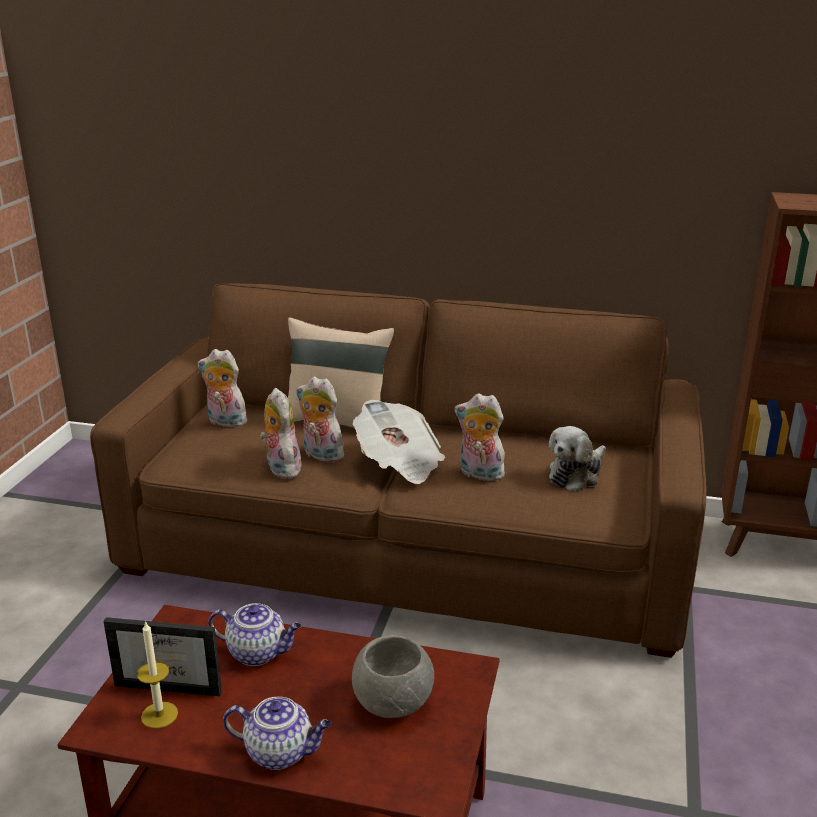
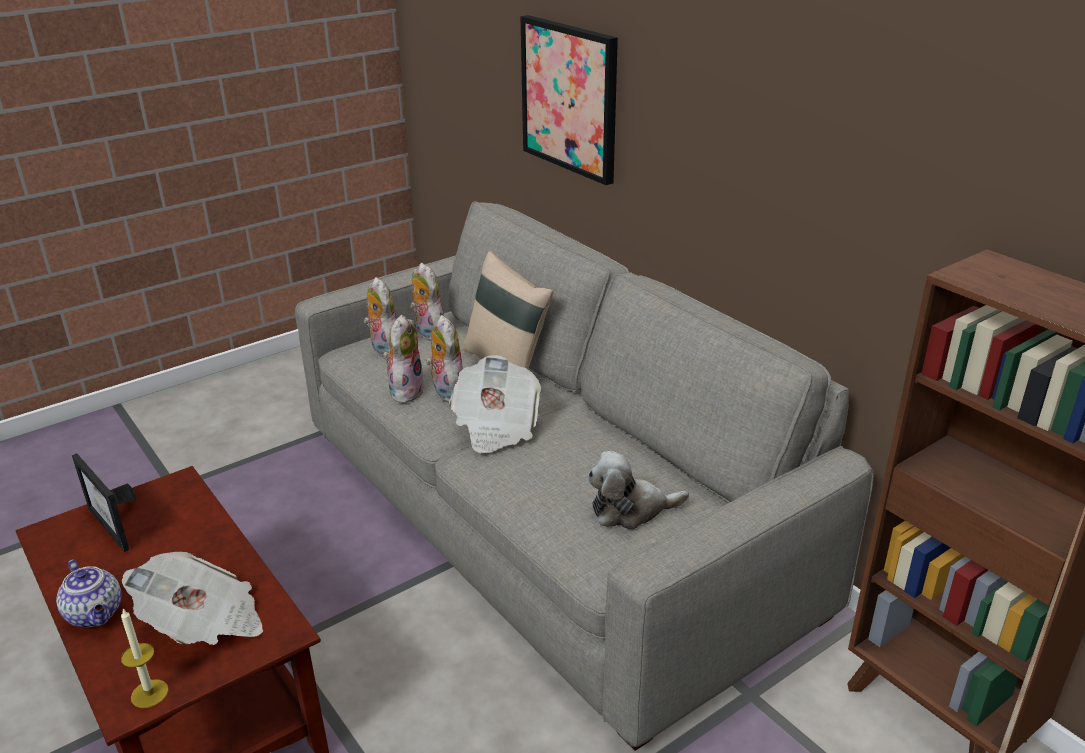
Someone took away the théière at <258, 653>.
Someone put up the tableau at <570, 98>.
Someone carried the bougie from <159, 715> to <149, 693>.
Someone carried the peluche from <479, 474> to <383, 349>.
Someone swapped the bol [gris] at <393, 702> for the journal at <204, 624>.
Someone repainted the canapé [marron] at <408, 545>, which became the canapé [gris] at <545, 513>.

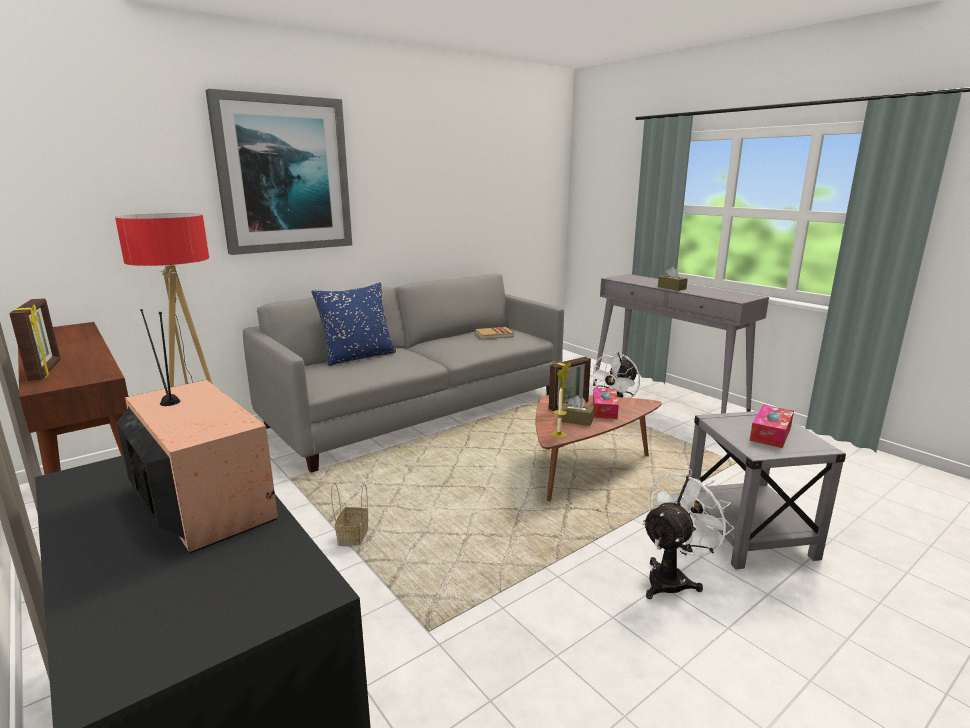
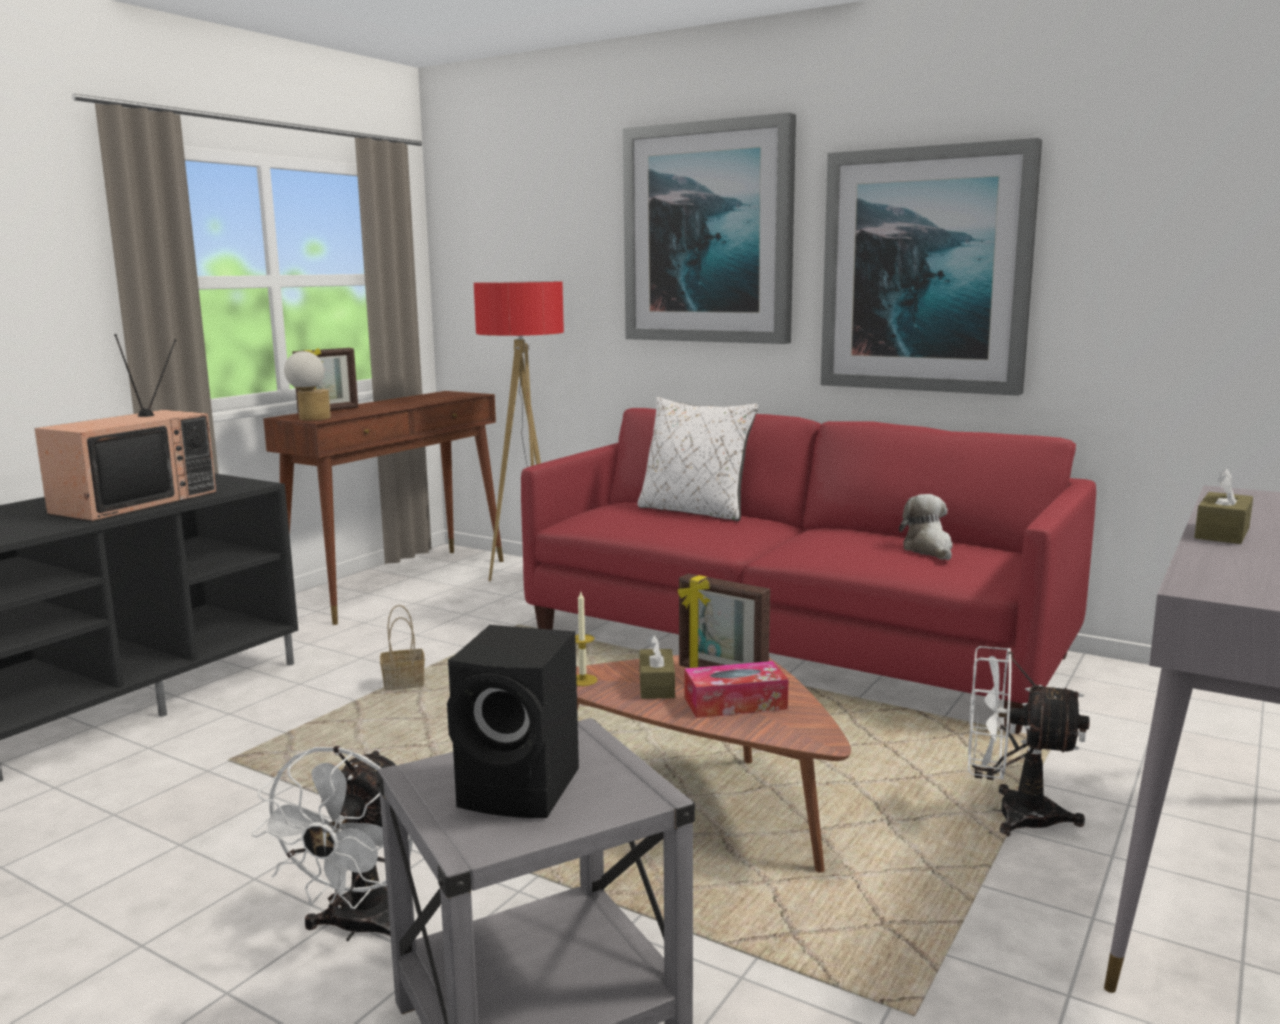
Someone put down the lampe de table at <310, 418>.
Someone put up the tableau at <926, 271>.
Someone swapped the livre at <494, 335> for the peluche at <929, 550>.
Someone swapped the boîte à mouchoirs at <770, 434> for the enceinte [noir] at <523, 790>.
Someone repainted the canapé [gris] at <418, 410>, which became the canapé [rouge] at <792, 643>.
Someone repainted the coussin [bleu] at <358, 357>, which became the coussin [blanc] at <695, 511>.
Someone rotated the ventilateur [blanc] at <672, 578> by 75 degrees clockwise.

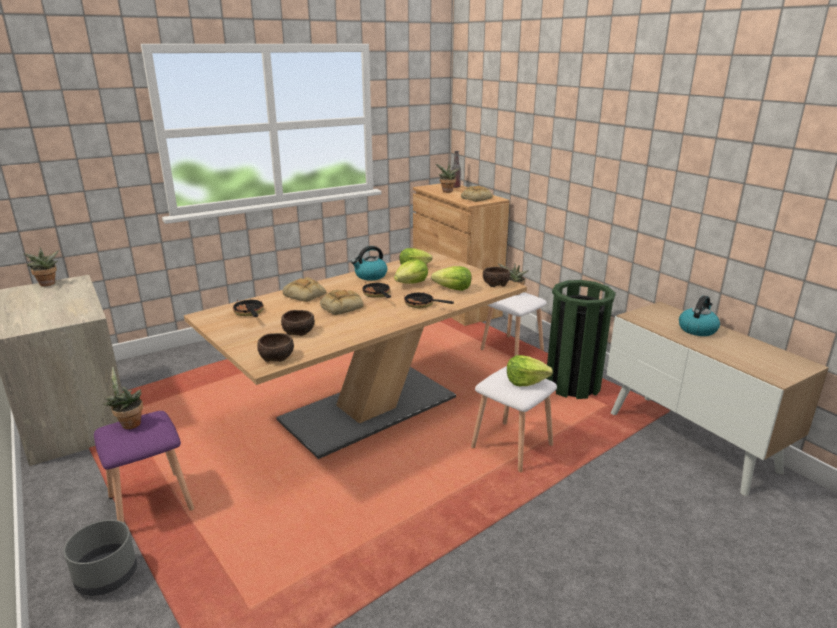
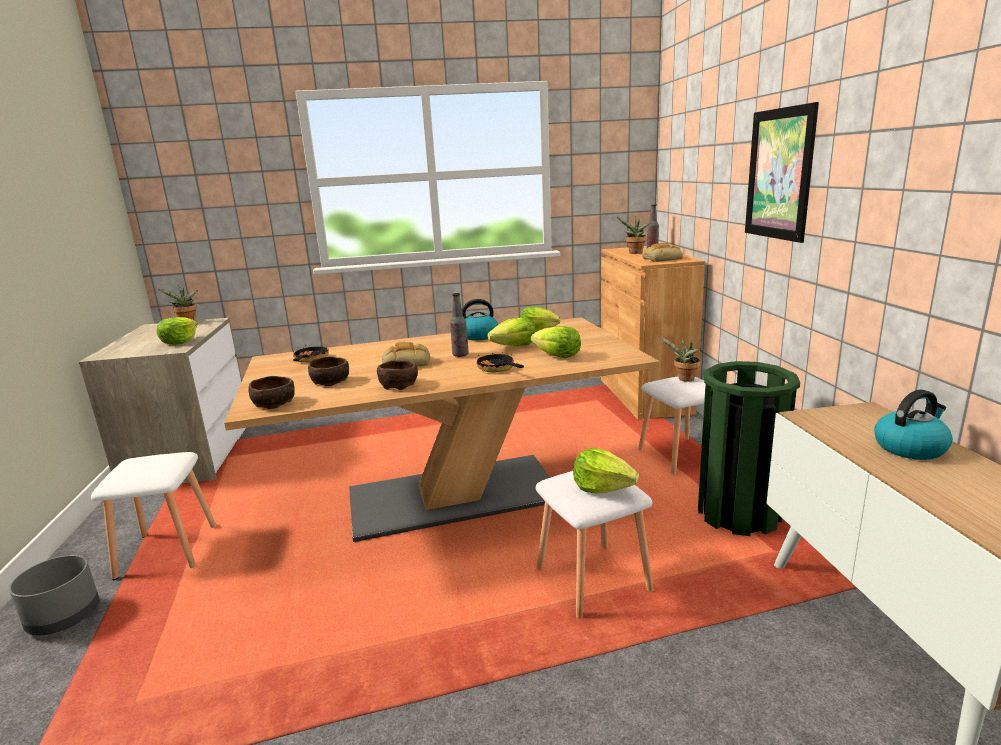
Someone took away the plante en pot at <129, 423>.
Someone took away the pain at <306, 295>.
Someone put down the laitue at <180, 342>.
Someone put up the tableau at <779, 174>.
Someone carried the bol [marron] from <495, 283> to <398, 385>.
Someone swapped the poêle at <377, 295> for the bouteille at <460, 355>.
Someone repainted the tabouret [violet] at <150, 503>, which became the tabouret [blanc] at <167, 550>.

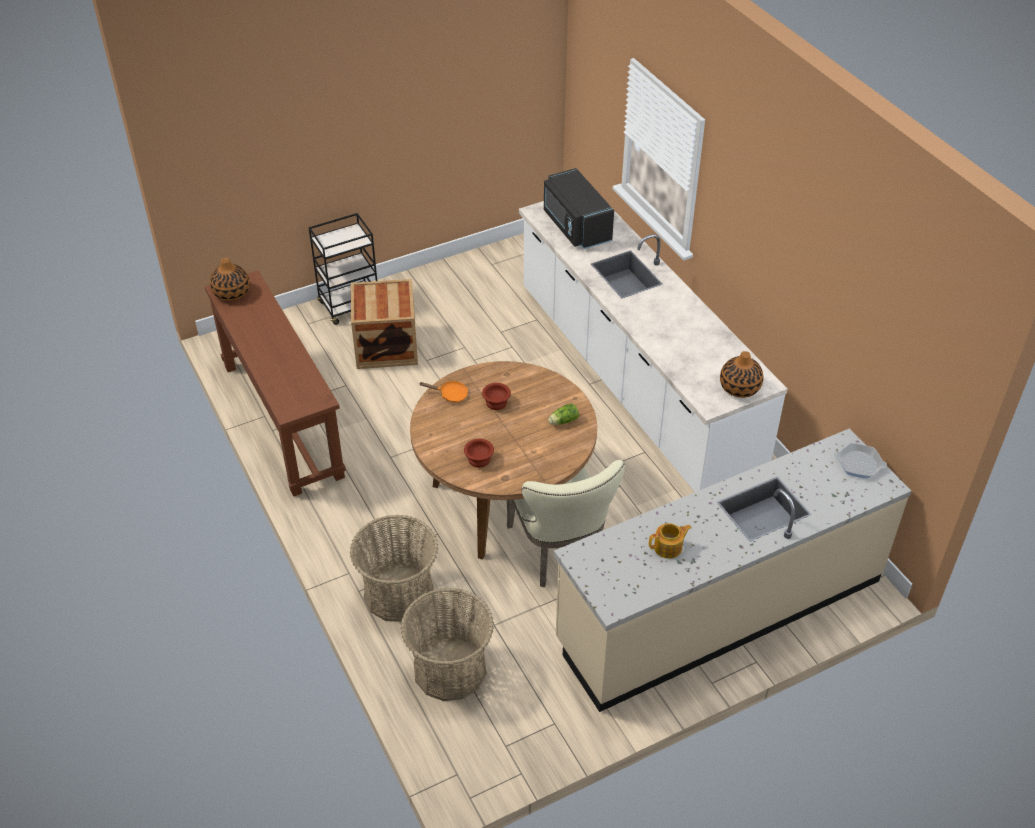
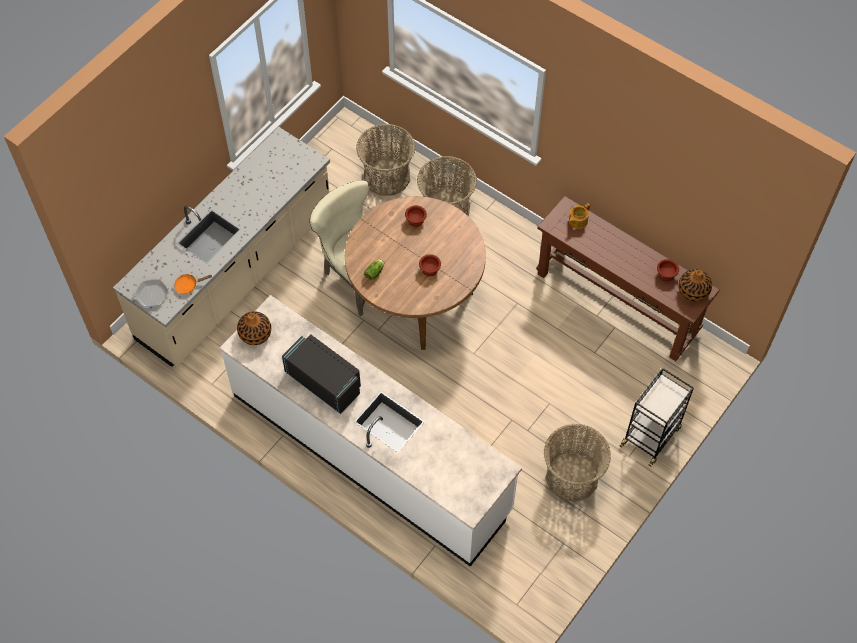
Someone took away the caisse at <386, 346>.
Someone put down the panier at <572, 476>.
Someone put down the bol [marron] at <665, 273>.
Someone carried the poêle [orange] from <450, 394> to <188, 285>.
Someone carried the micro-ondes [noir] from <575, 226> to <325, 381>.
Someone carried the théière from <668, 547> to <577, 221>.

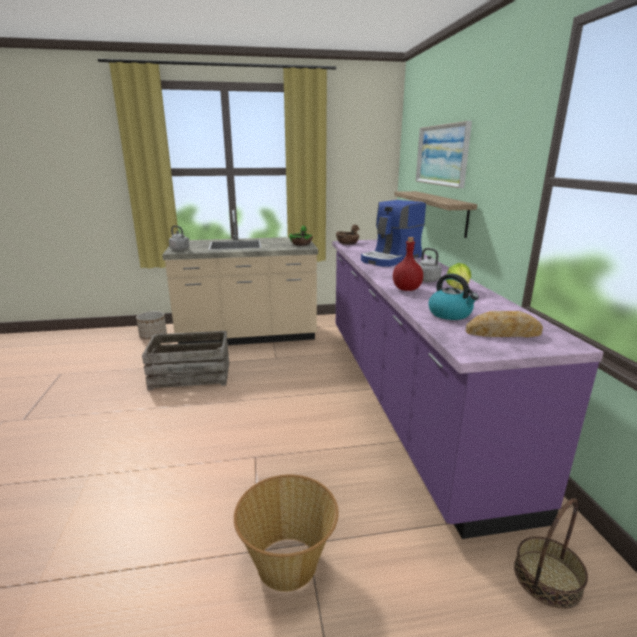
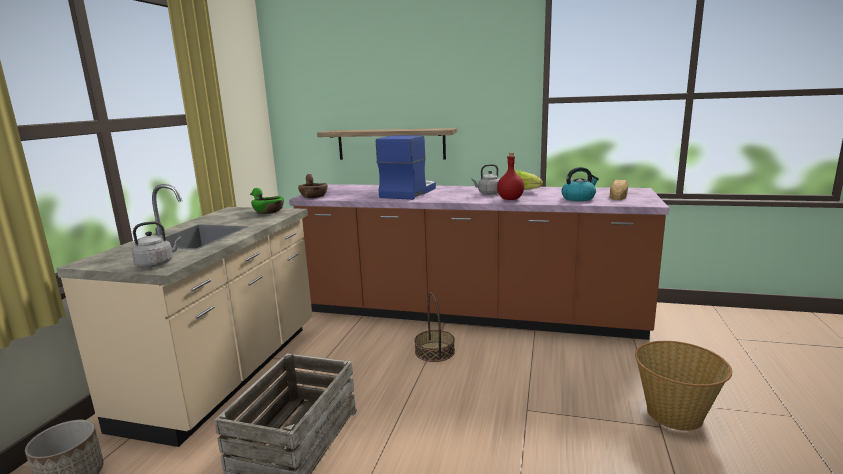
Someone took away the tableau at <442, 155>.
Someone carried the panier from <547, 578> to <435, 351>.
Someone repainted the comptoir de cuisine [violet] at <405, 396>, which became the comptoir de cuisine [marron] at <469, 314>.
Someone rotated the machine à café at <391, 259> by 135 degrees counterclockwise.

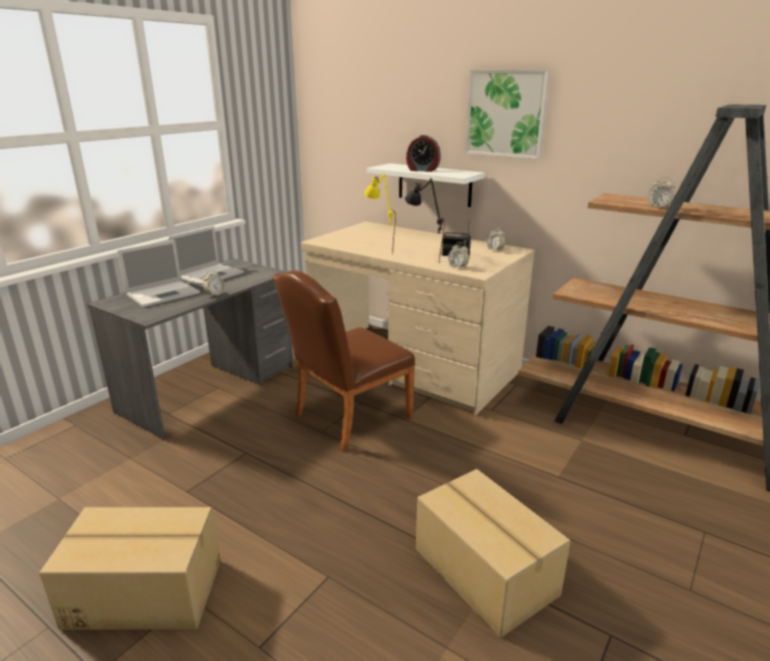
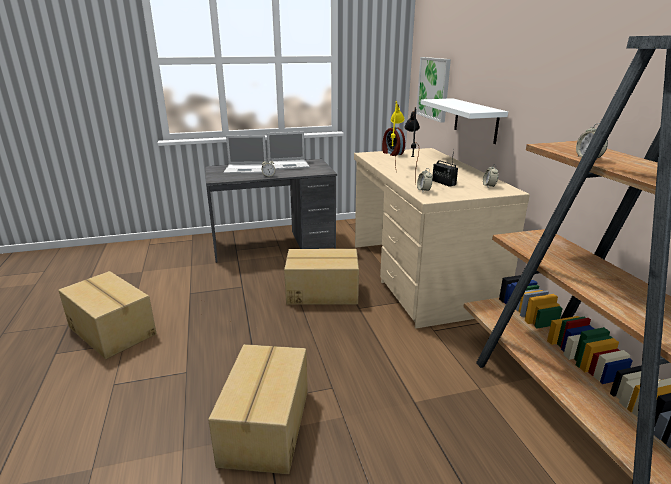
Someone carried the réveil from <422, 170> to <392, 153>.
Someone carried the tableau from <506, 113> to <434, 88>.
Someone swapped the chaise [marron] at <346, 419> for the carton at <322, 292>.

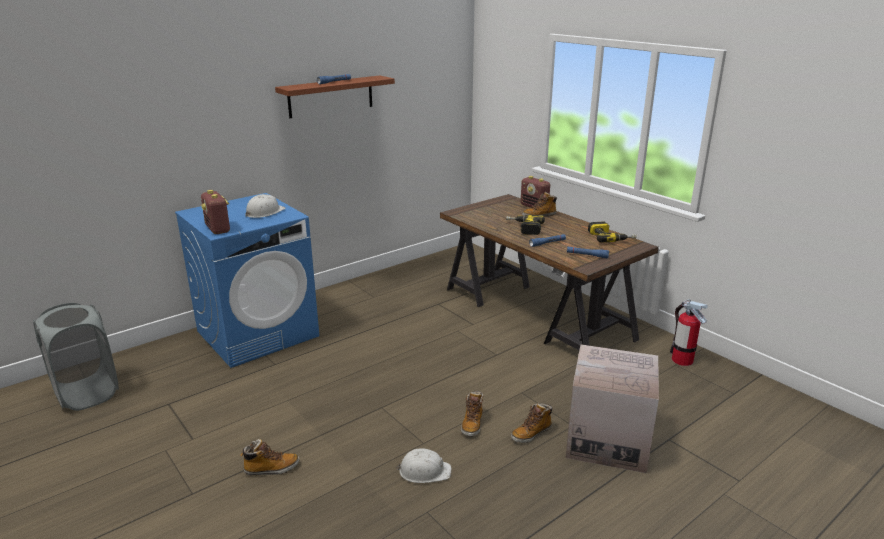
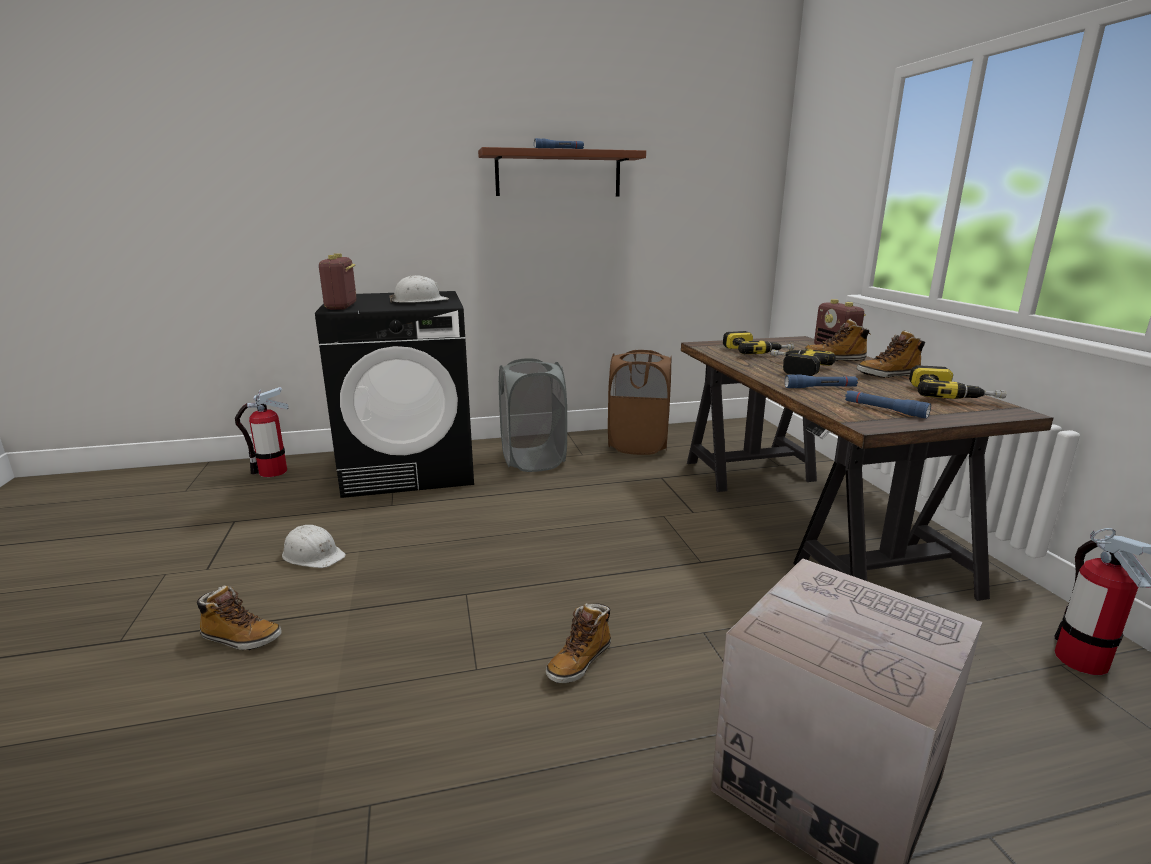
Someone put down the extincteur at <272, 472>.
Someone put down the panier à linge [marron] at <638, 445>.
Someone put down the perceuse at <756, 351>.
Someone carried the panier à linge [gris] from <86, 393> to <533, 460>.
Someone carried the casque de chantier [blanc] from <424, 471> to <313, 555>.
Someone carried the botte from <531, 433> to <888, 375>.
Someone repainted the lave-linge [bleu] at <258, 333>, which became the lave-linge [noir] at <410, 468>.

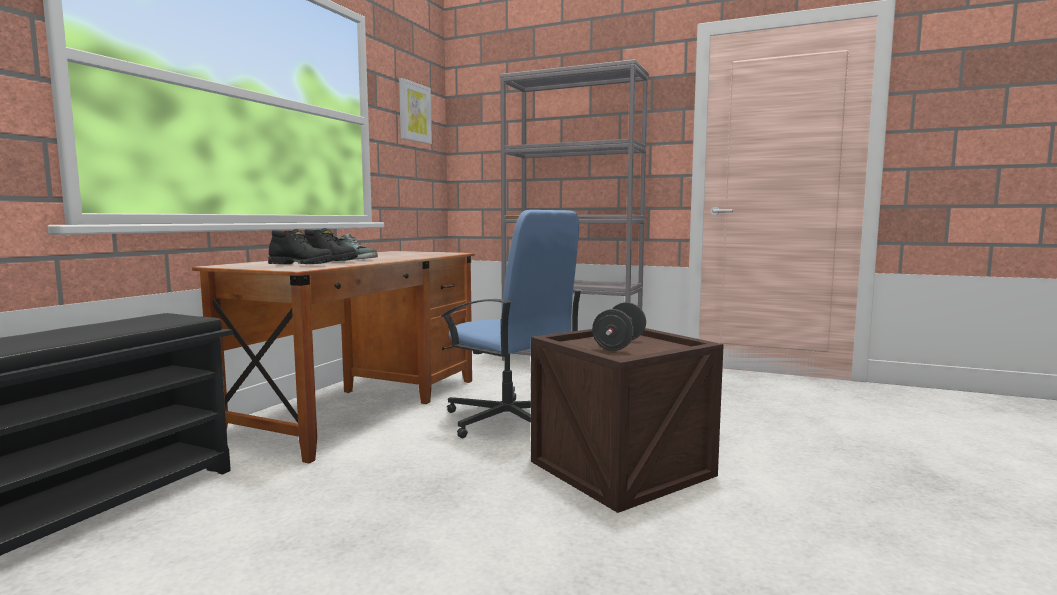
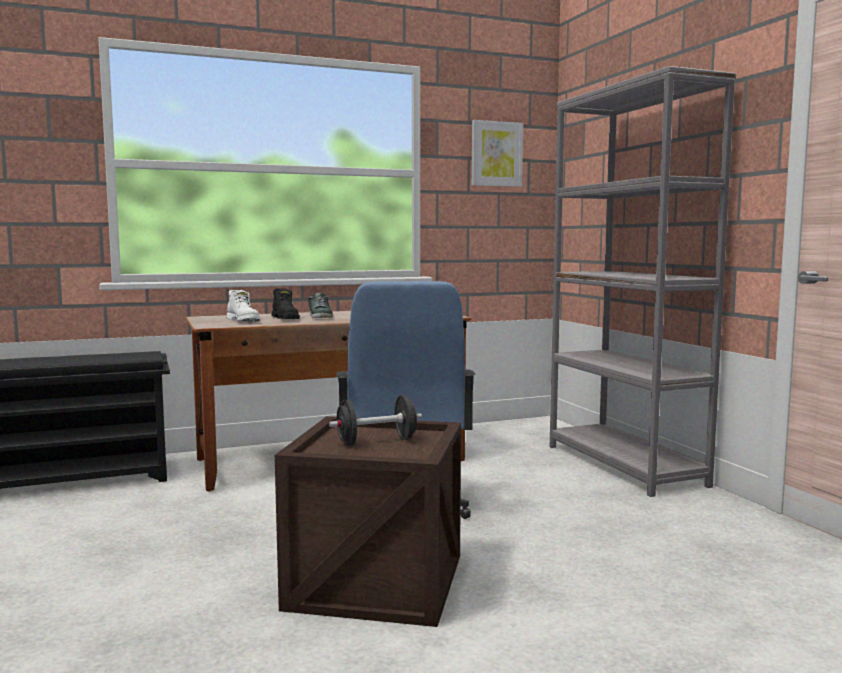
Someone repainted the botte [noir] at <302, 264>, which became the botte [blanc] at <244, 321>.

